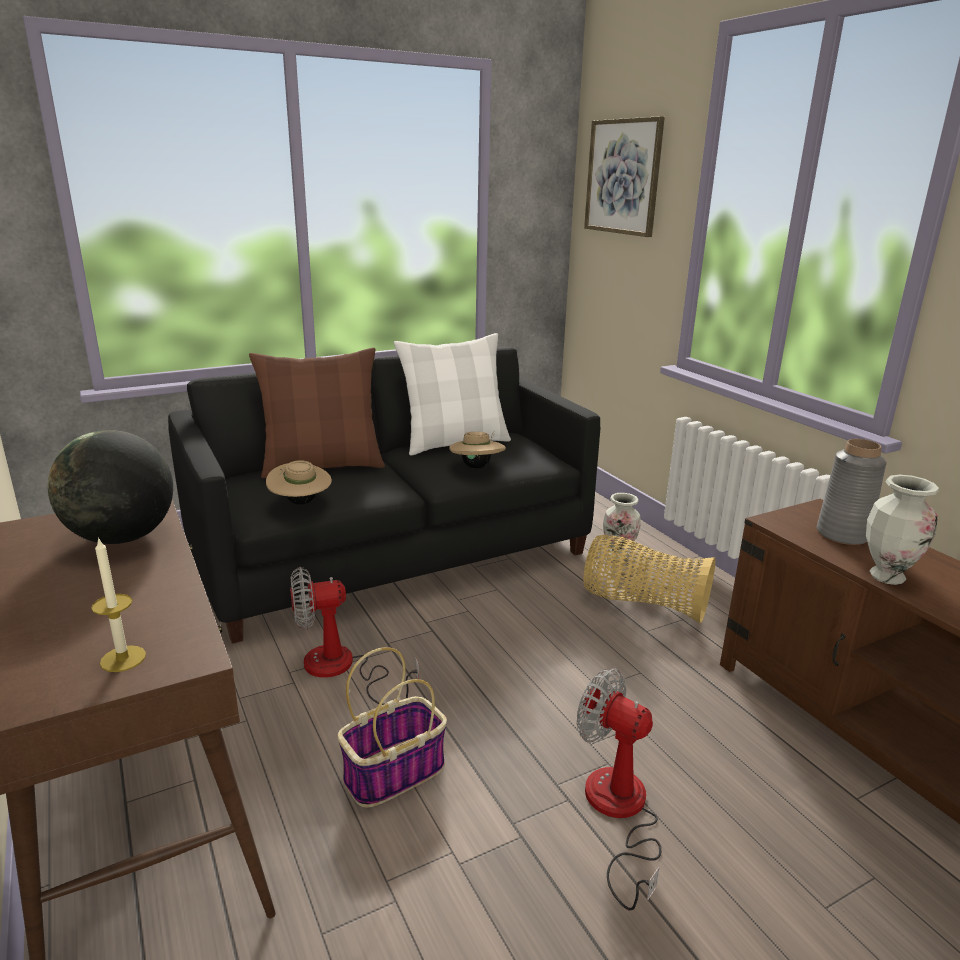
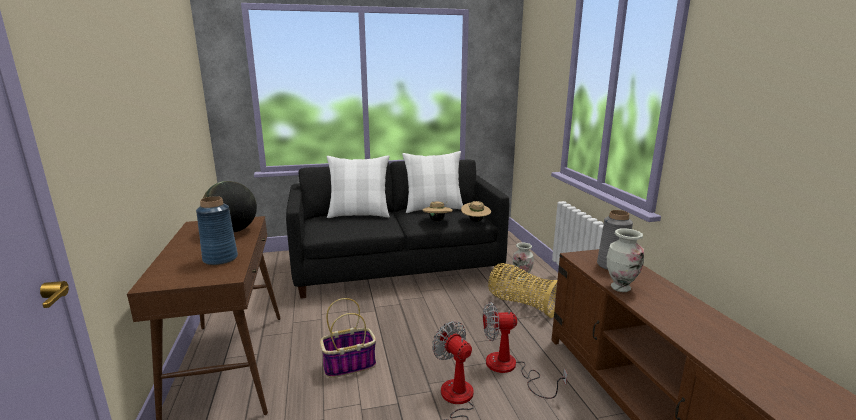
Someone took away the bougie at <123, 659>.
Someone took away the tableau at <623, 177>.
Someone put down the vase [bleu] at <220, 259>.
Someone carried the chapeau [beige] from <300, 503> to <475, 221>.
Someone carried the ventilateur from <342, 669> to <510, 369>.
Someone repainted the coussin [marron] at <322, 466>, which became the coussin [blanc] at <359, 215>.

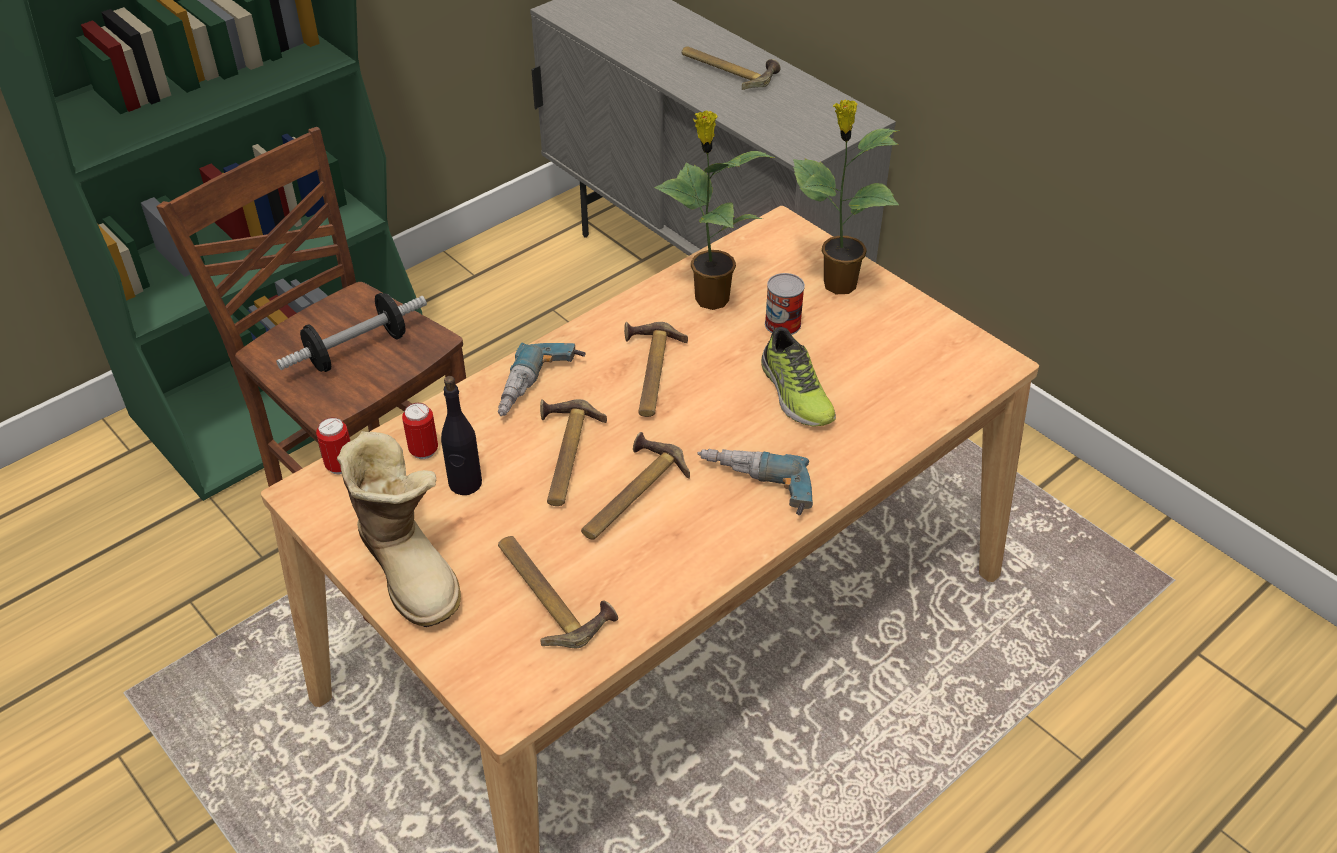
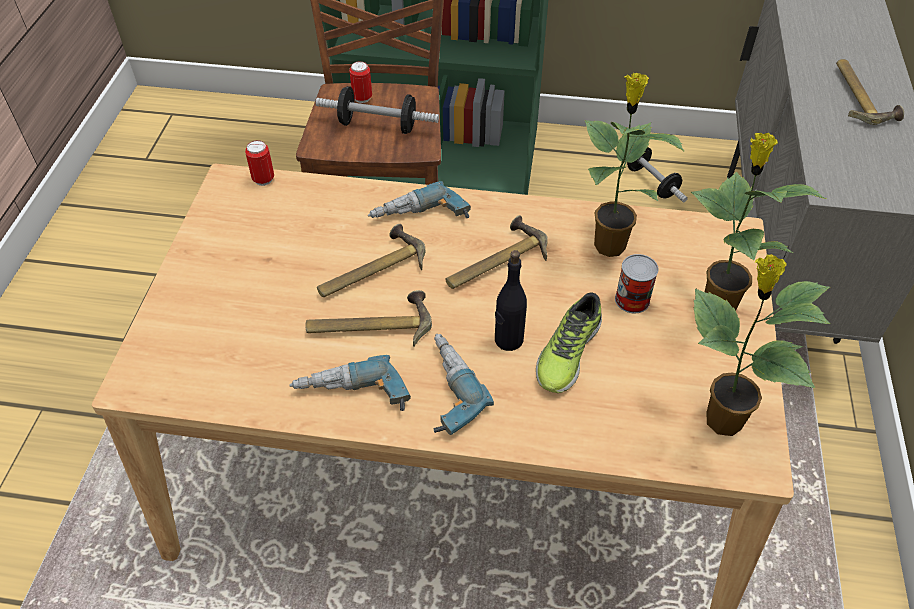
Someone took away the botte at <411, 567>.
Someone took away the marteau at <550, 593>.
Someone put down the perceuse at <351, 399>.
Someone put down the haltère at <651, 182>.
Someone put down the plante en pot at <721, 419>.
Someone carried the boîte métallique from <424, 451> to <362, 98>.
Someone carried the bouteille [noir] from <465, 484> to <508, 340>.

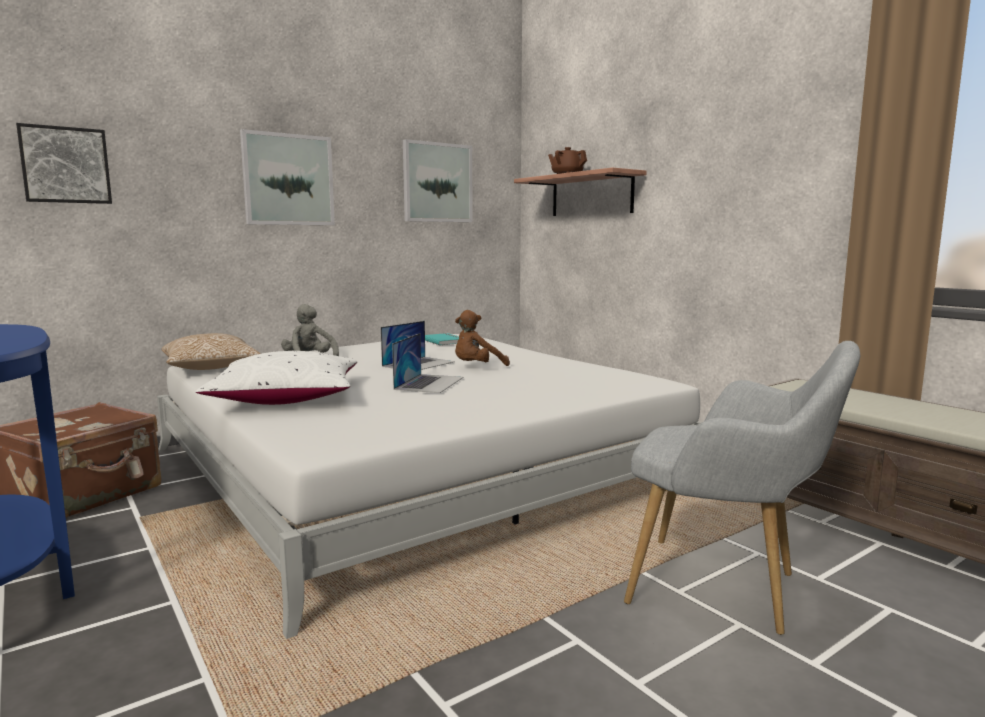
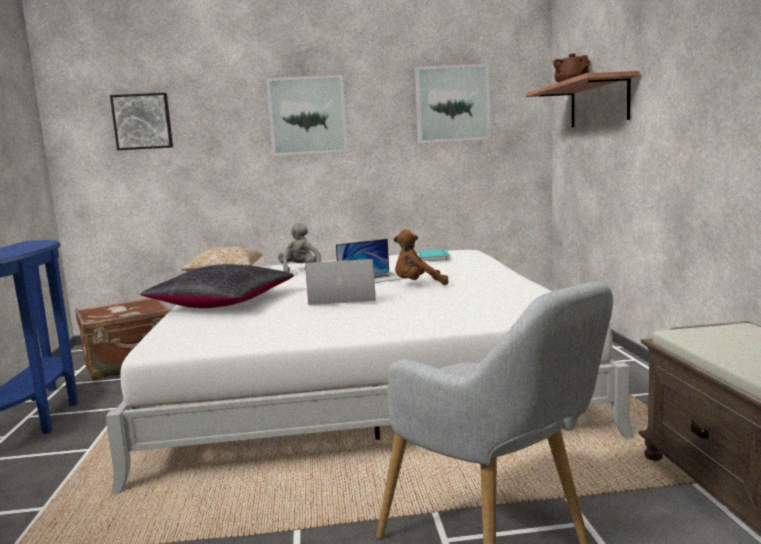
Someone repainted the coussin [blanc] at <286, 398>, which became the coussin [noir] at <222, 303>.
Someone rotated the ordinateur portable at <429, 383> by 135 degrees counterclockwise.

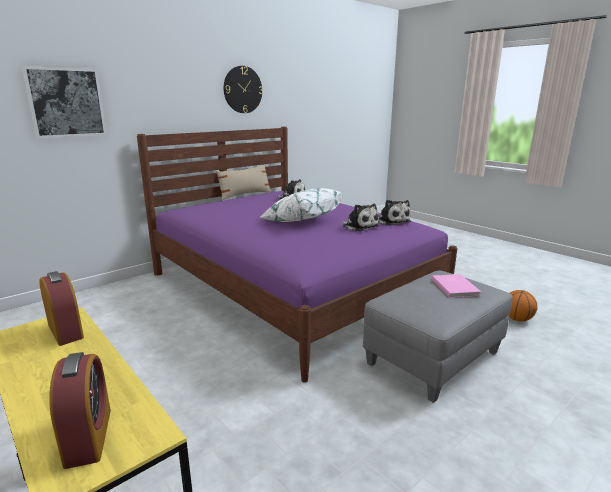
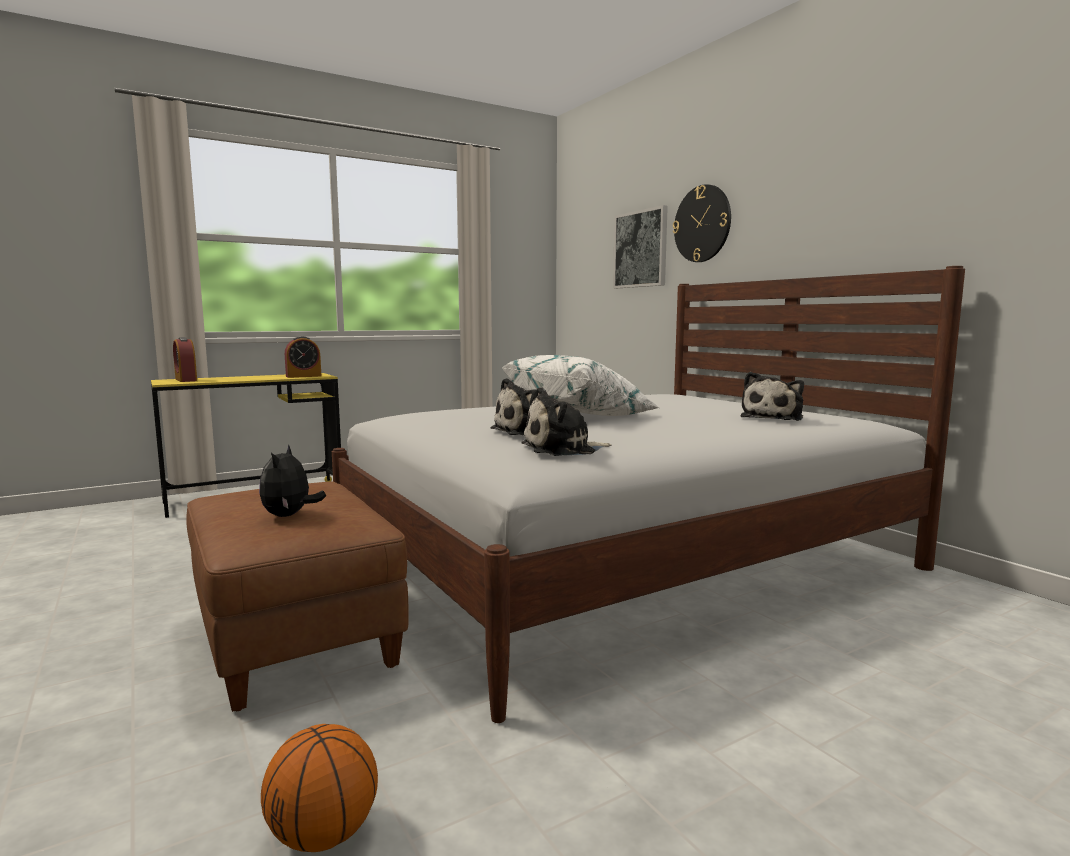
Someone took away the coussin [beige] at <245, 195>.
Someone carried the horloge murale from <242, 89> to <702, 224>.
Someone swapped the livre [rose] at <455, 287> for the peluche at <289, 515>.
Someone repainted the lit [violet] at <292, 287>, which became the lit [blanc] at <623, 559>.
Someone repainted the pouf [gris] at <433, 358>, which became the pouf [marron] at <297, 638>.
Someone rotated the réveil at <88, 436> by 60 degrees clockwise.

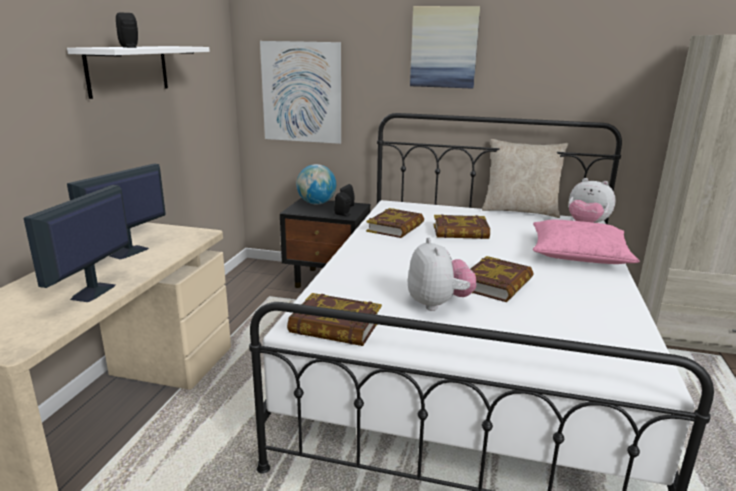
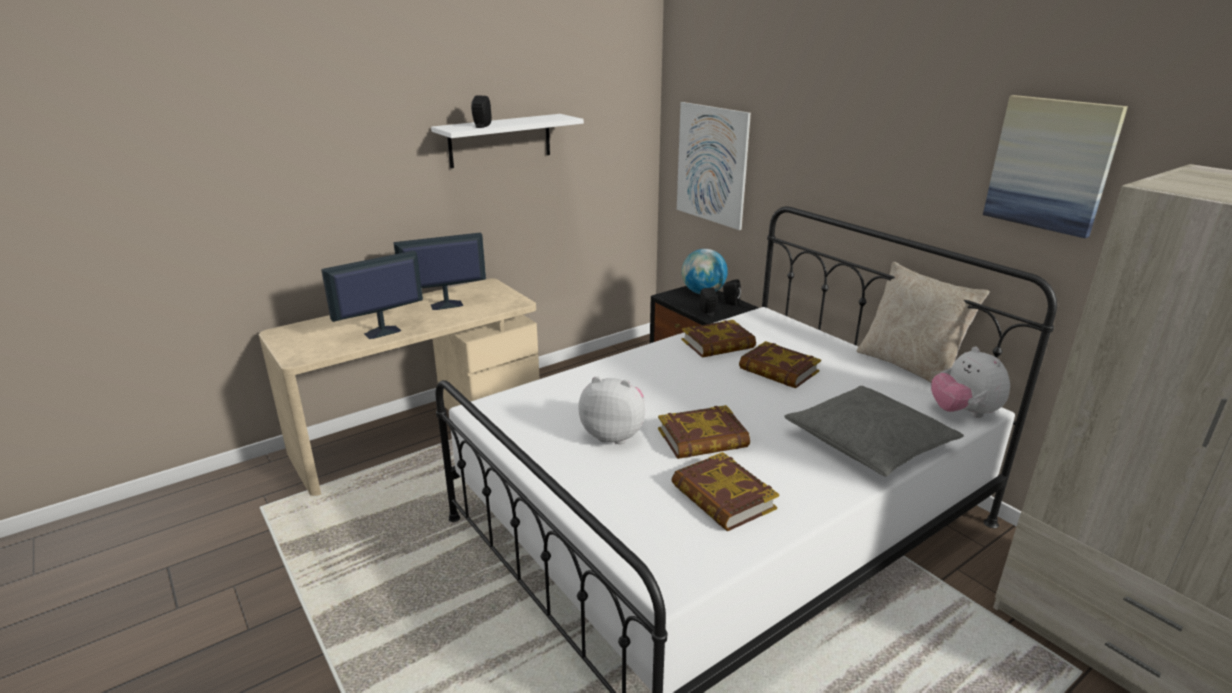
Someone carried the livre from <335, 326> to <722, 498>.
Someone carried the tableau from <444, 47> to <1051, 164>.
Someone repainted the coussin [rose] at <578, 254>, which became the coussin [gris] at <868, 442>.
Someone rotated the peluche at <438, 304> by 105 degrees counterclockwise.

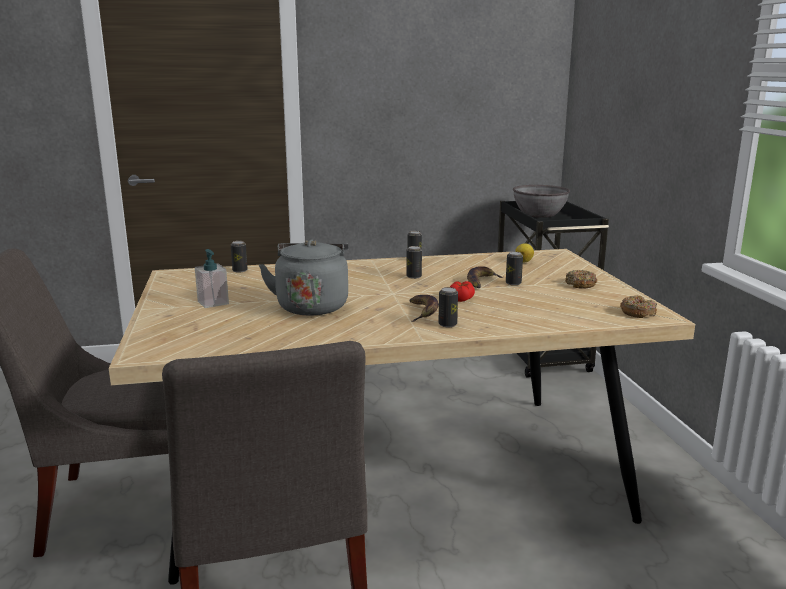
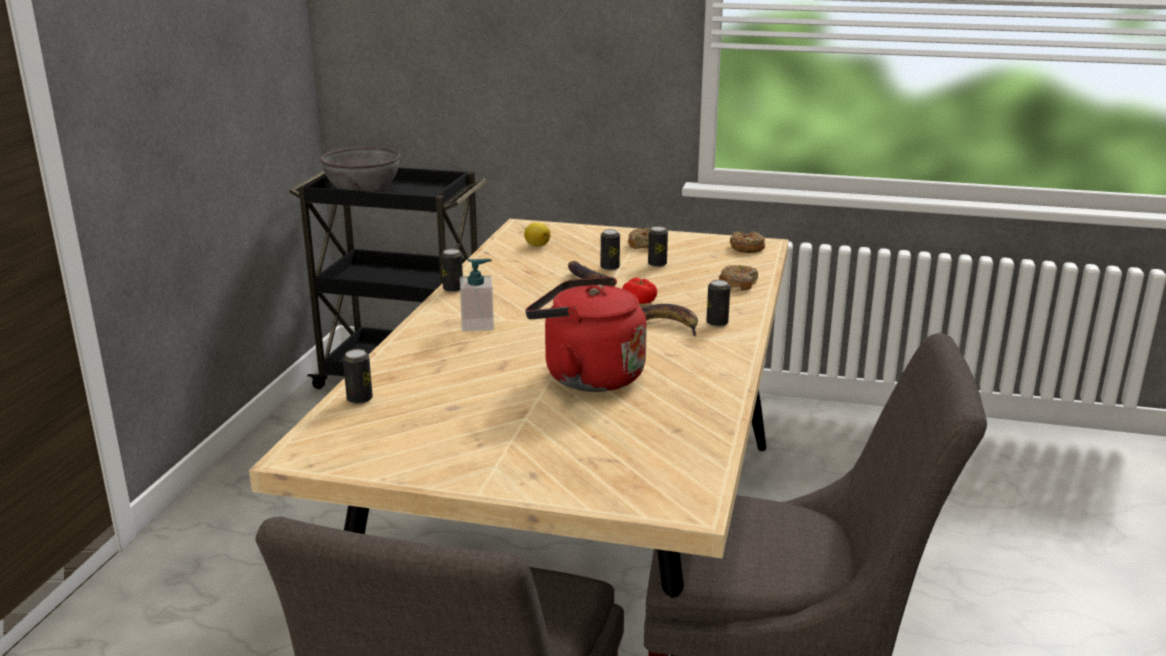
Someone put down the beignet at <738, 284>.
Someone carried the distributeur de savon from <213, 303> to <478, 325>.
Someone carried the boîte métallique from <414, 276> to <657, 264>.
Someone repainted the bouilloire [gris] at <312, 306>, which became the bouilloire [rouge] at <587, 376>.

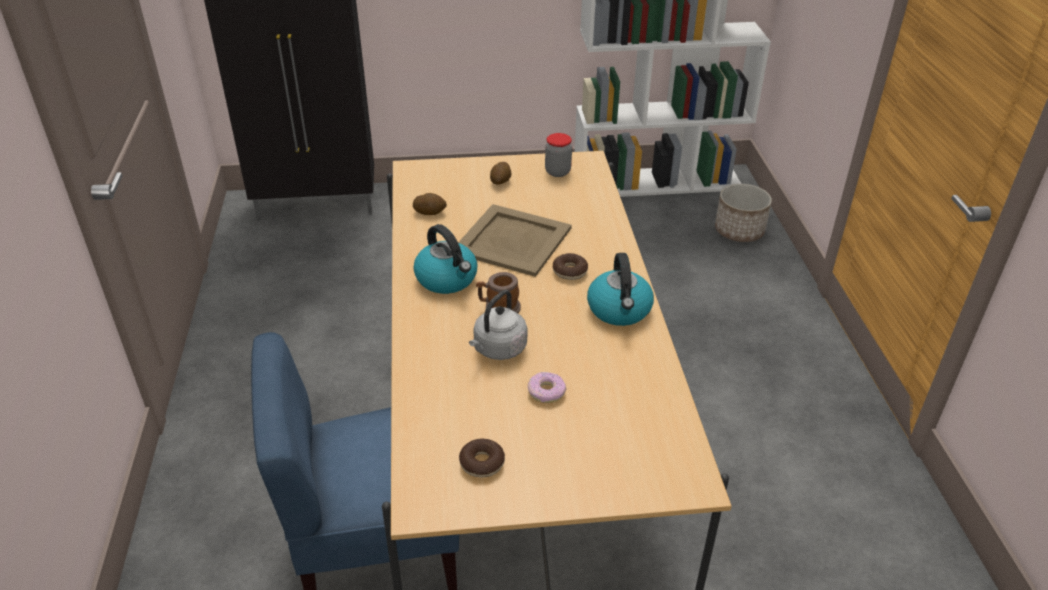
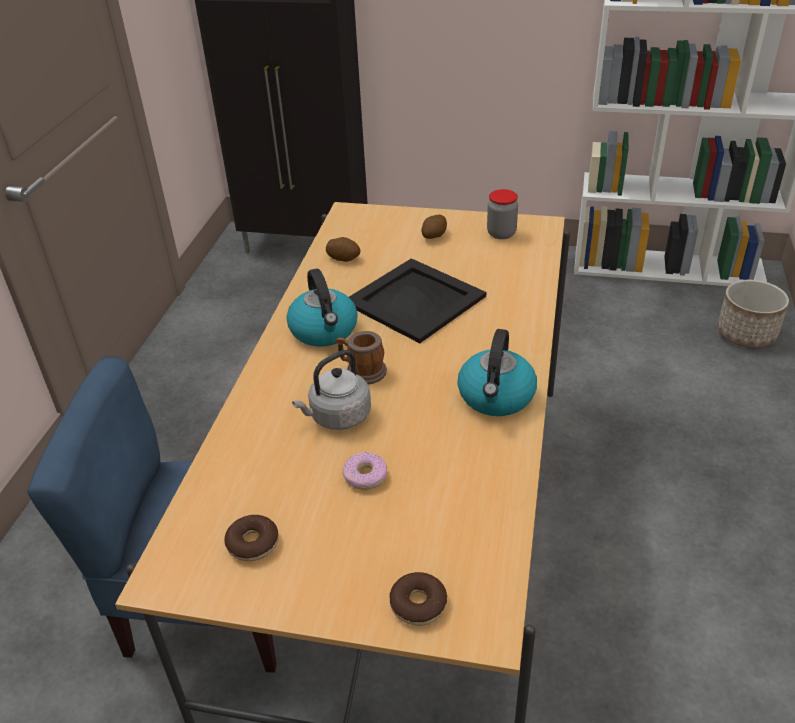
Someone carried the beignet from <570, 271> to <418, 604>.
Someone repainted the plateau [beige] at <512, 239>, which became the plateau [noir] at <415, 299>.

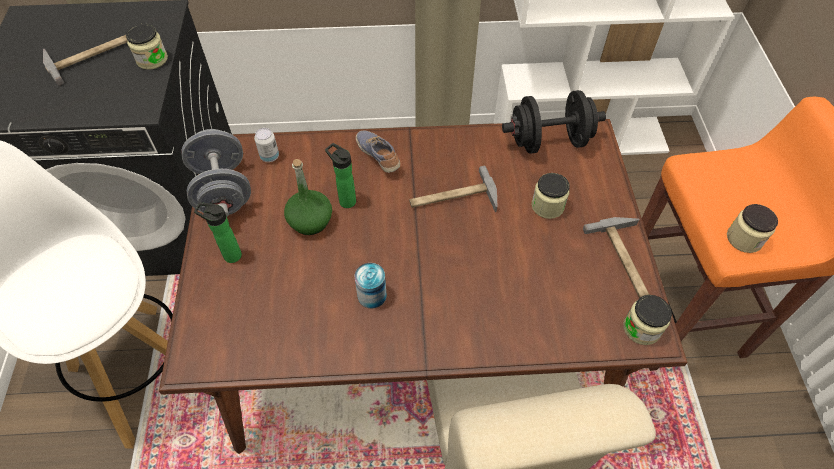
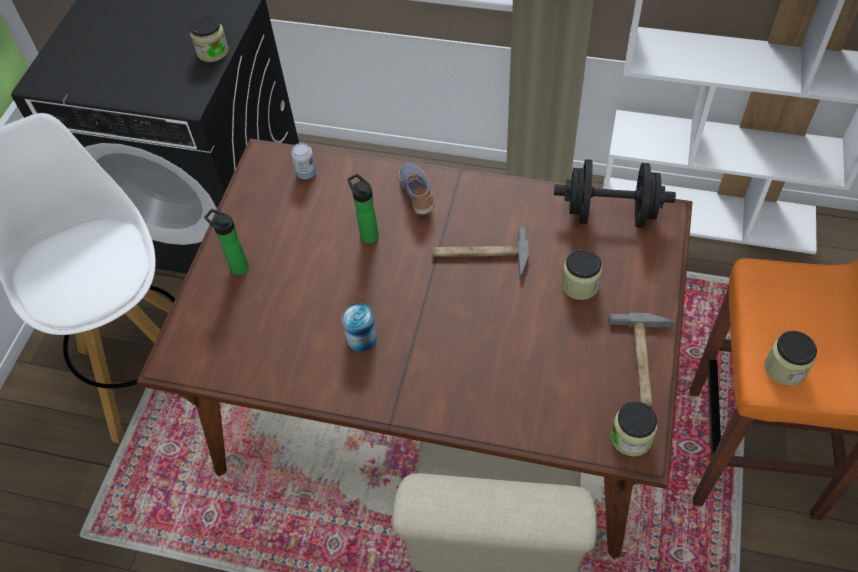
Someone took away the marteau at <89, 55>.
Someone took away the haltère [gris] at <223, 191>.
Someone took away the bouteille [vert] at <310, 221>.

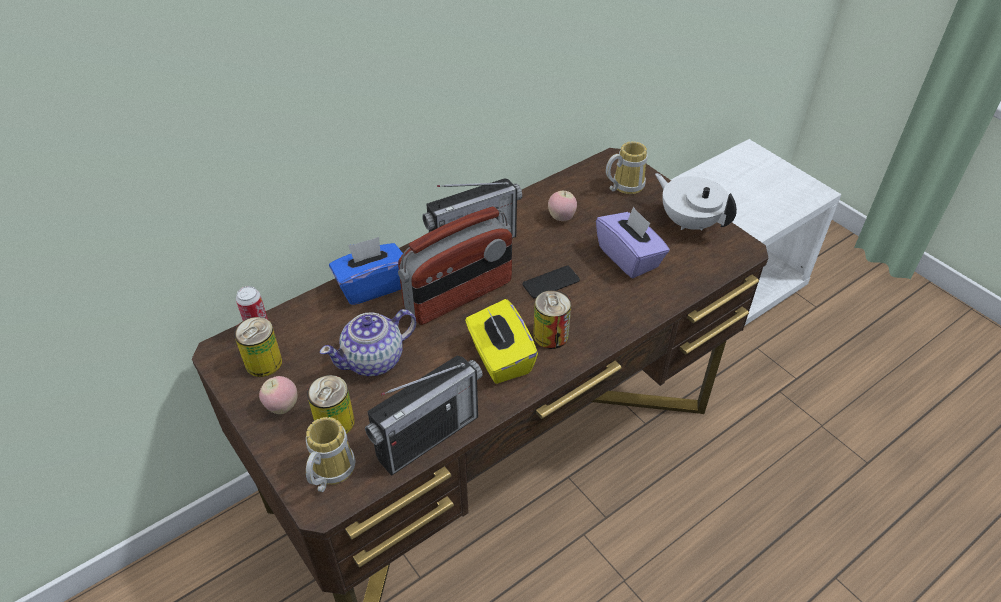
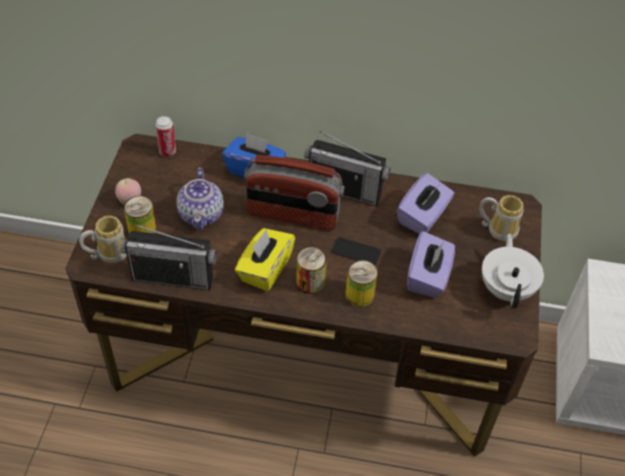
Someone carried the boîte métallique from <263, 363> to <359, 295>.
Someone swapped the pomme at <561, 218> for the boîte à mouchoirs [violet] at <423, 217>.
Someone rotated the théière at <374, 360> by 105 degrees counterclockwise.

